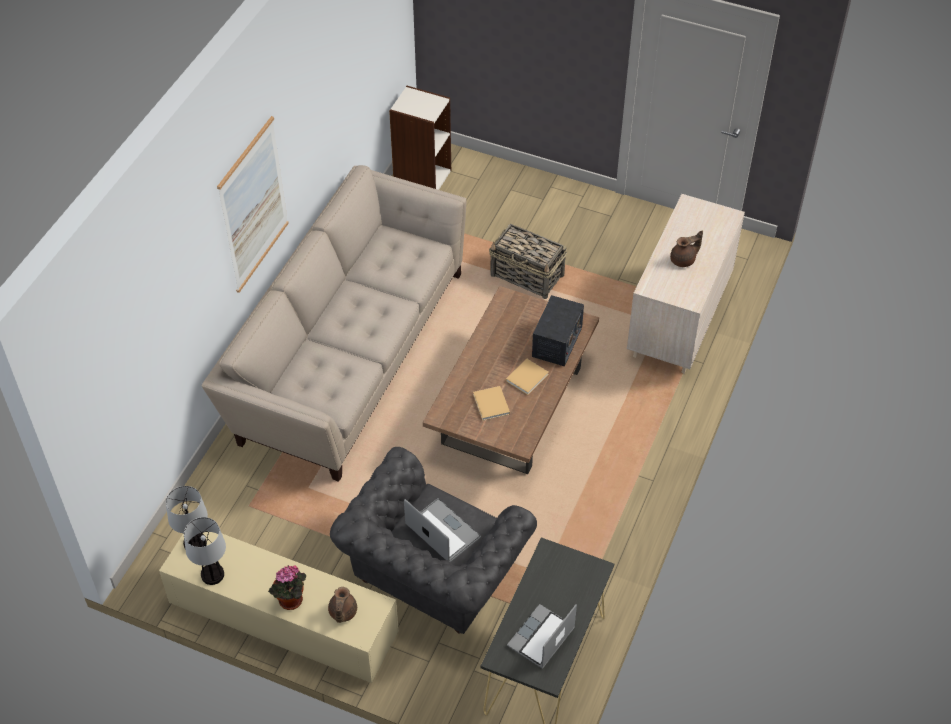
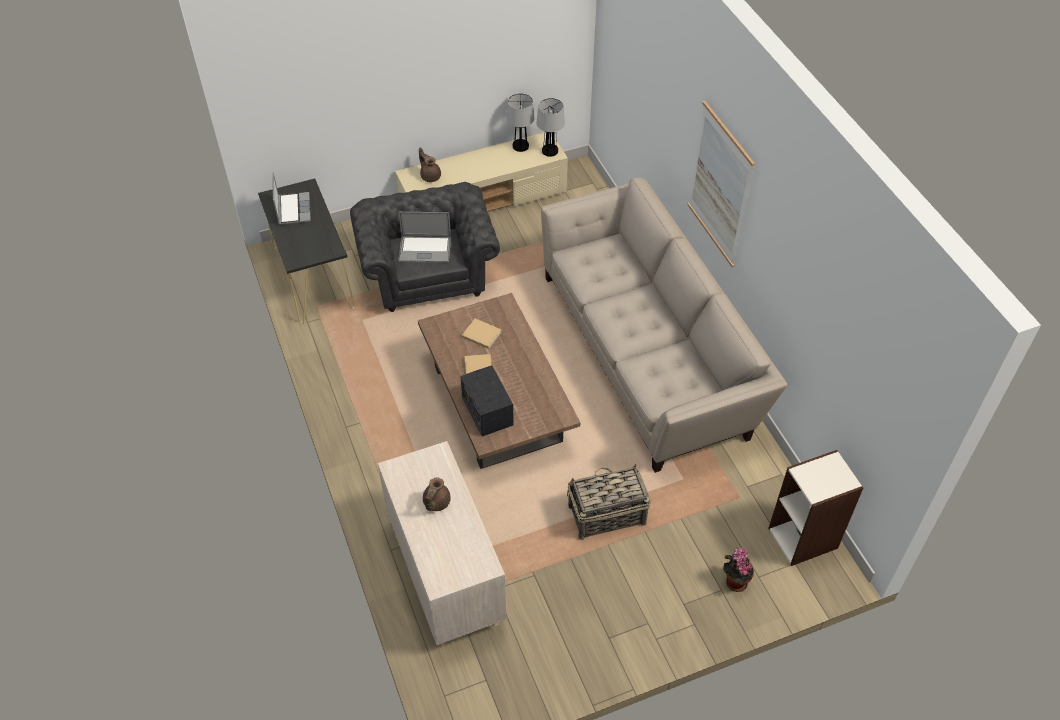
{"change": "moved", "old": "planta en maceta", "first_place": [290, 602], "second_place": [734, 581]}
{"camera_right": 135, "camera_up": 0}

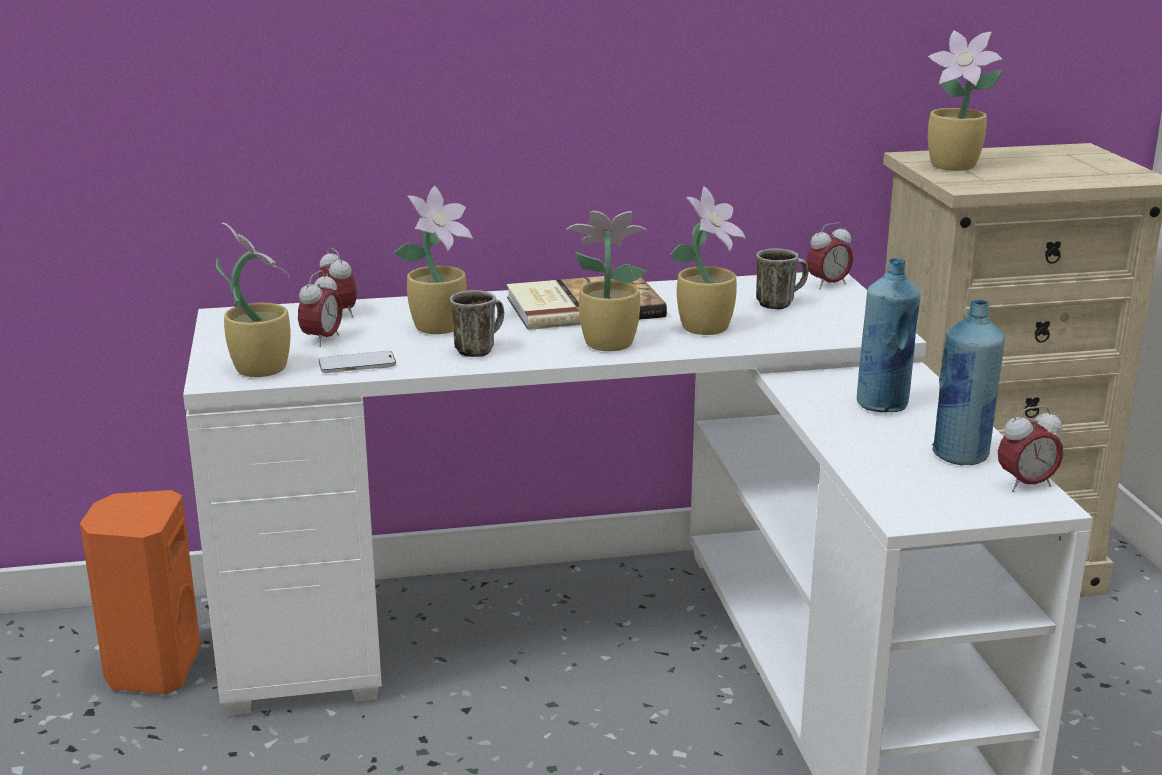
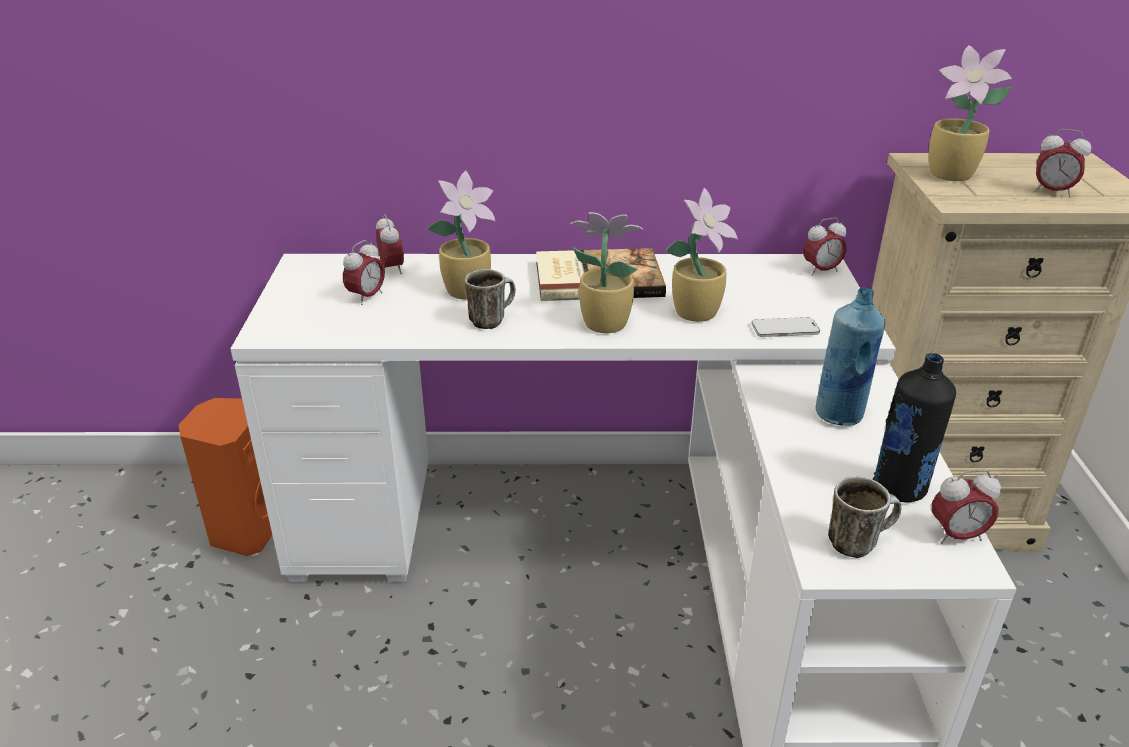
{"change": "removed", "old": "planta en maceta", "first_place": [261, 368]}
{"change": "moved", "old": "taza grande", "first_place": [779, 303], "second_place": [857, 542]}
{"change": "recoloured", "old": "botella [azul]", "new": "botella [negro]", "first_place": [960, 456], "second_place": [899, 488]}
{"change": "moved", "old": "móvil", "first_place": [357, 365], "second_place": [785, 329]}
{"change": "added", "new": "despertador", "second_place": [1052, 192]}
{"camera_right": 10, "camera_up": 10}

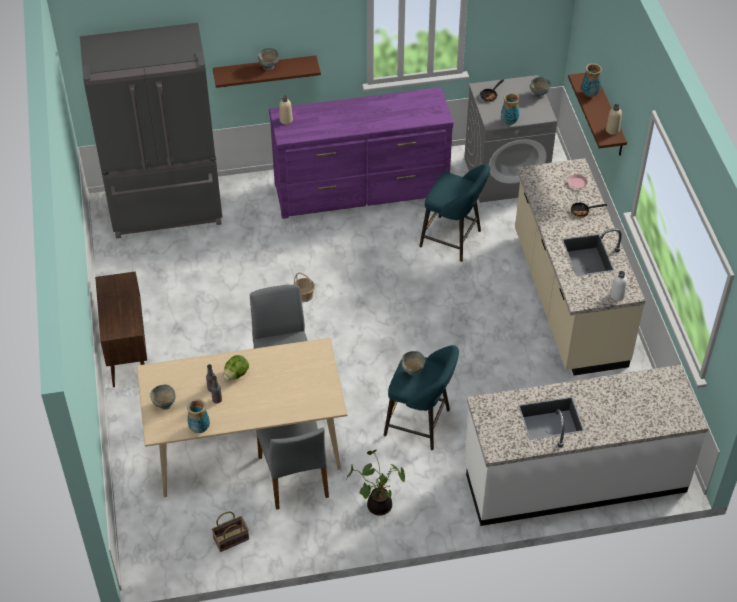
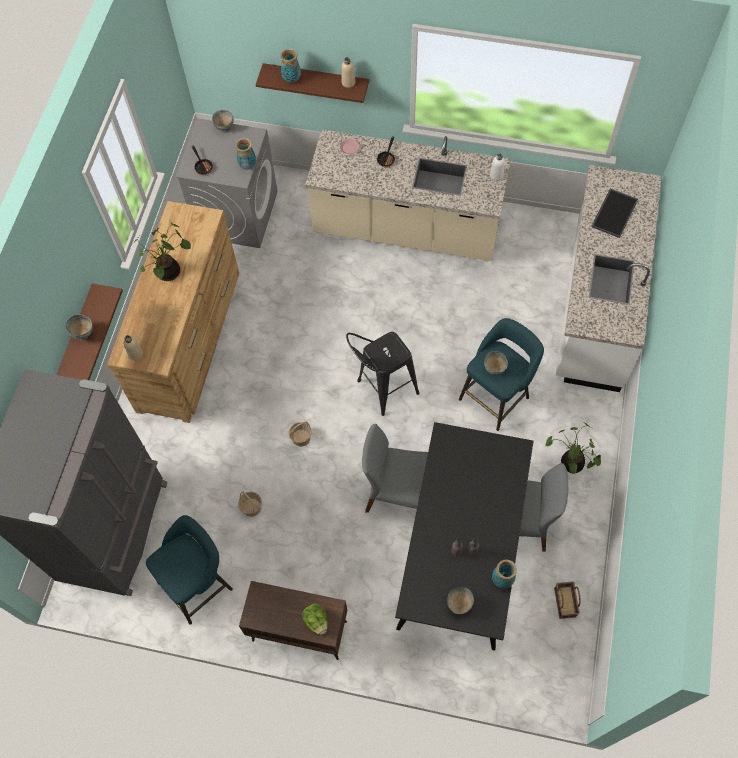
{"change": "recoloured", "old": "cómoda [morado]", "new": "cómoda [marrón]", "first_place": [361, 190], "second_place": [190, 338]}
{"change": "moved", "old": "taburete [turquesa]", "first_place": [453, 240], "second_place": [199, 583]}
{"change": "recoloured", "old": "mesa de comedor [beis]", "new": "mesa de comedor [negro]", "first_place": [246, 444], "second_place": [461, 553]}
{"change": "moved", "old": "lechuga", "first_place": [236, 374], "second_place": [316, 621]}
{"change": "added", "new": "bandeja", "second_place": [614, 212]}
{"change": "added", "new": "planta en maceta", "second_place": [169, 274]}
{"change": "added", "new": "taburete [negro]", "second_place": [382, 390]}
{"change": "added", "new": "cesta", "second_place": [251, 507]}
{"camera_right": -65, "camera_up": 15}

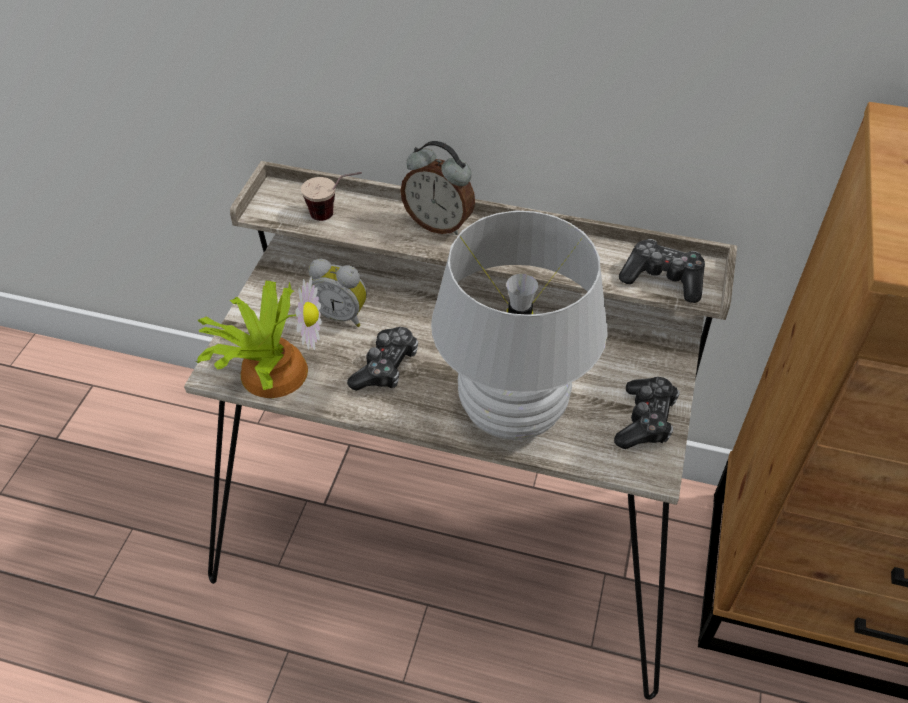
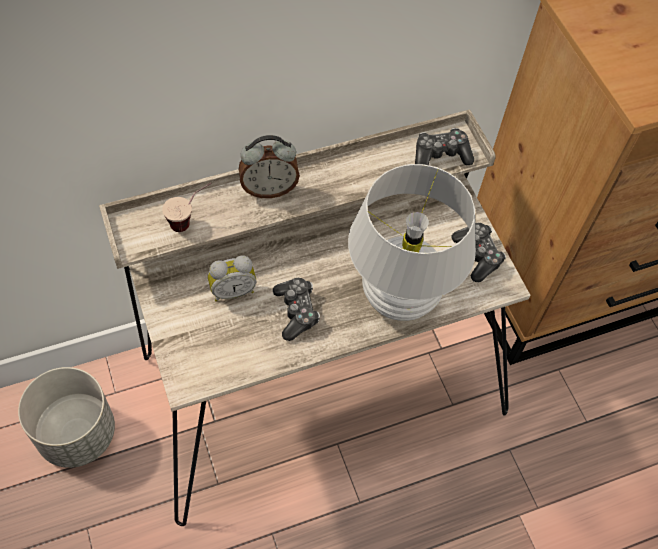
{"change": "removed", "old": "planta en maceta", "first_place": [271, 369]}
{"change": "added", "new": "maceta [gris]", "second_place": [77, 433]}
{"camera_right": -40, "camera_up": 10}

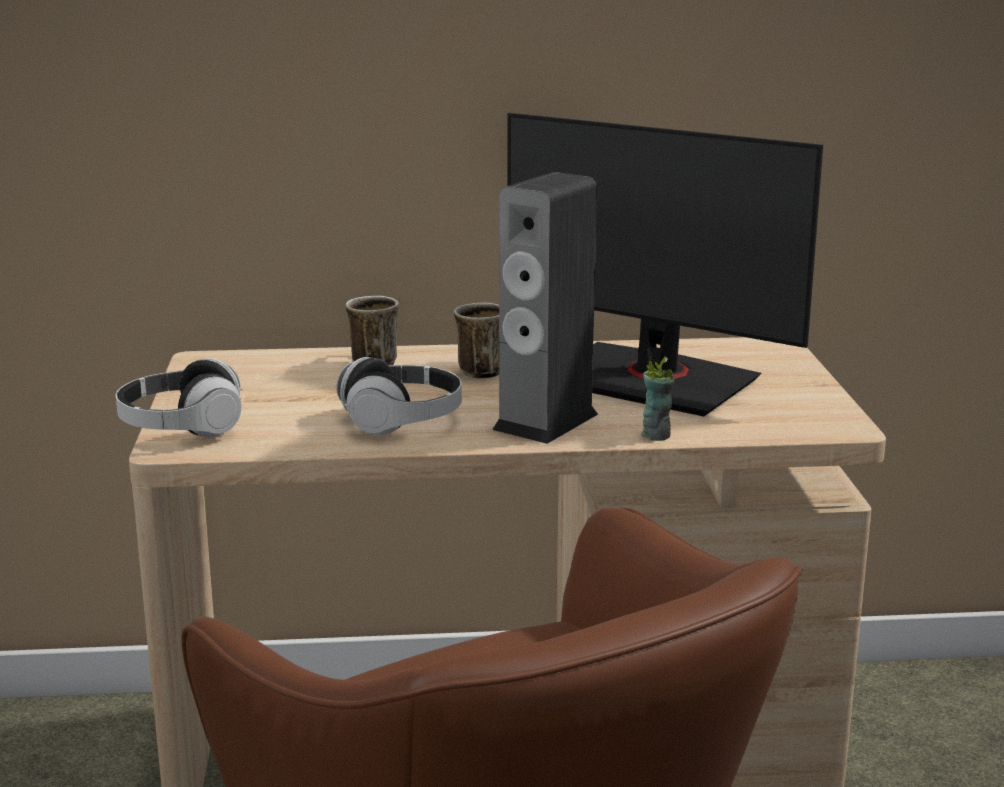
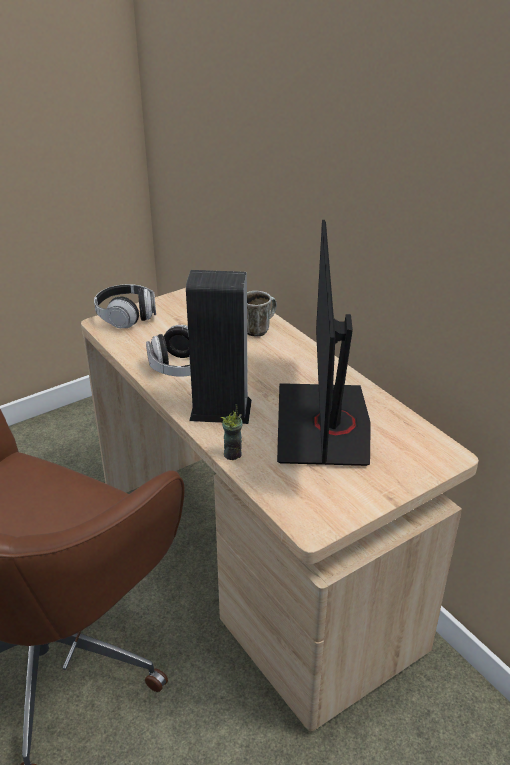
{"change": "removed", "old": "taza grande", "first_place": [478, 370]}
{"camera_right": 60, "camera_up": 15}

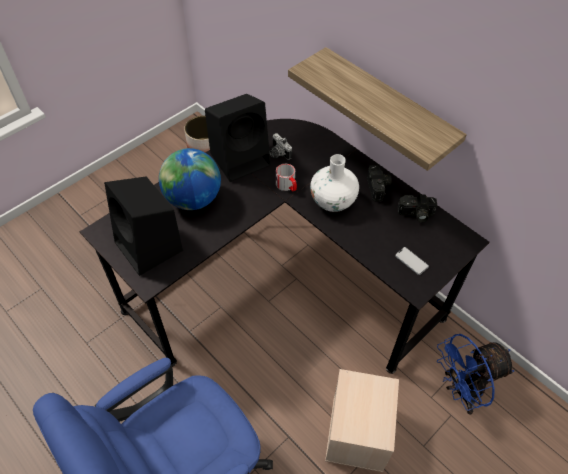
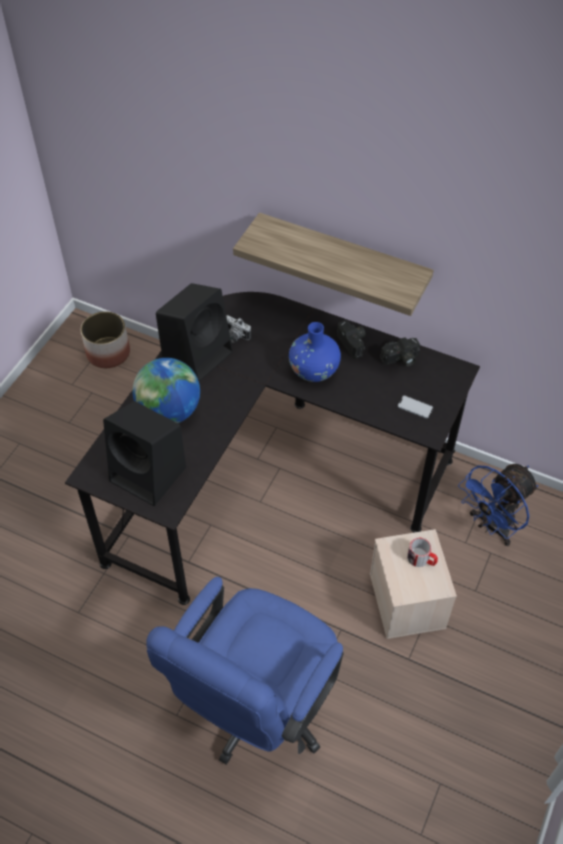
{"change": "recoloured", "old": "florero [blanco]", "new": "florero [azul]", "first_place": [333, 201], "second_place": [314, 370]}
{"change": "moved", "old": "taza grande", "first_place": [287, 186], "second_place": [421, 559]}
{"camera_right": -20, "camera_up": 0}

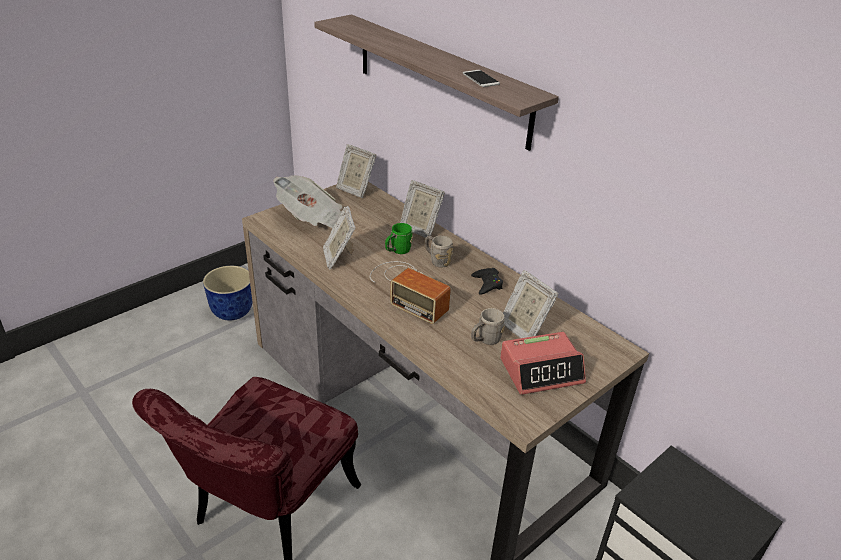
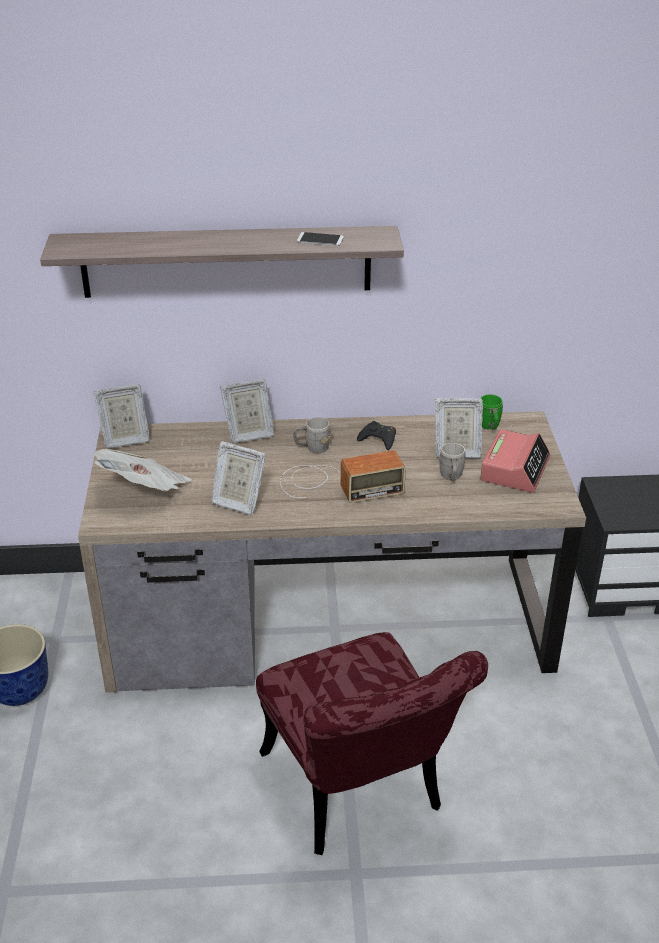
{"change": "moved", "old": "taza grande [verde]", "first_place": [397, 251], "second_place": [490, 427]}
{"camera_right": -50, "camera_up": 0}

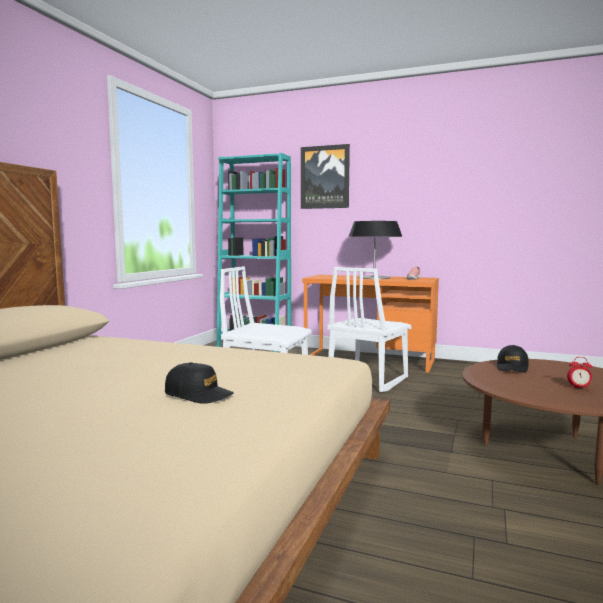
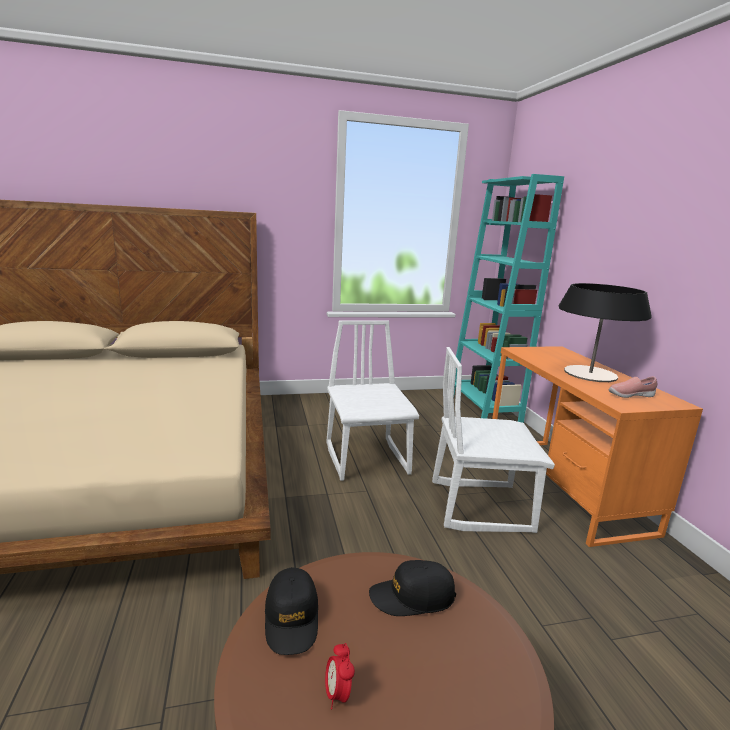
{"change": "removed", "old": "cuadro", "first_place": [325, 177]}
{"change": "moved", "old": "gorra [negro]", "first_place": [198, 394], "second_place": [292, 618]}
{"camera_right": 55, "camera_up": 10}

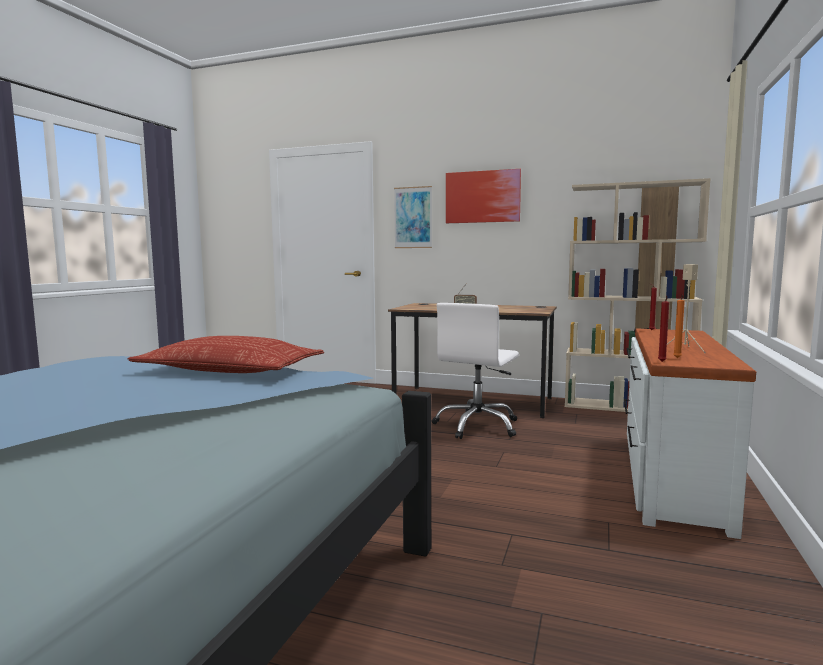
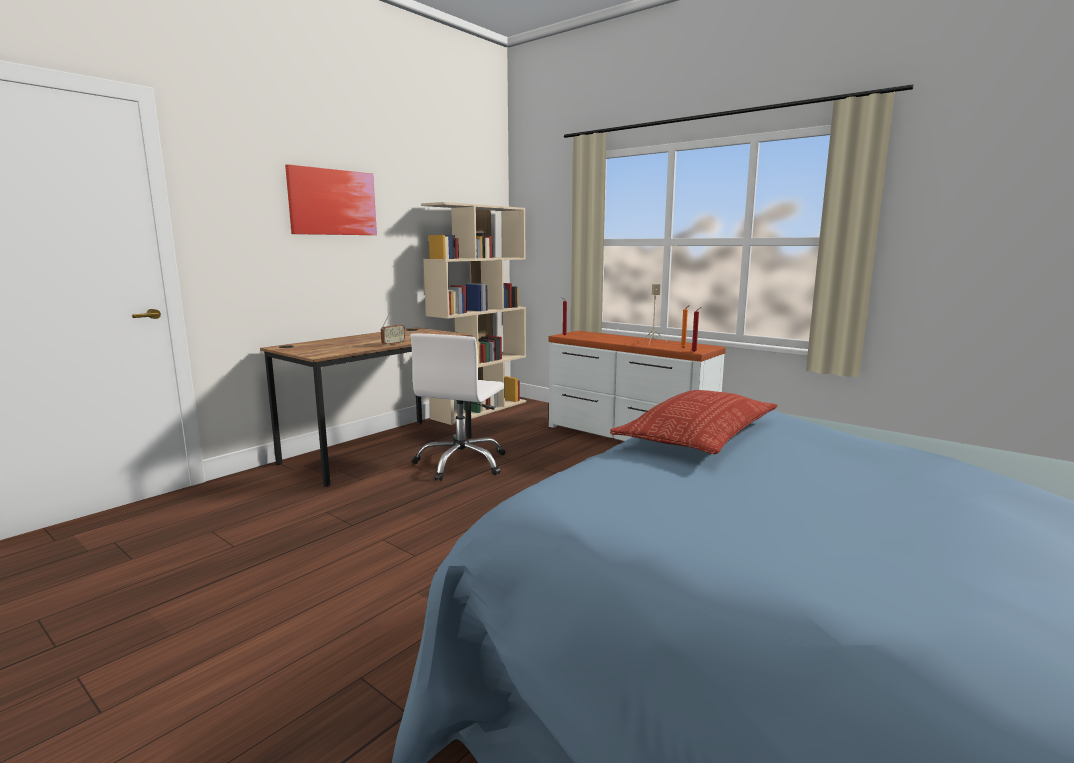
{"change": "removed", "old": "cuadro", "first_place": [413, 217]}
{"change": "turned", "old": "silla de oficina [blanco]", "first_place": [477, 426], "second_place": [462, 463], "degrees": 60}
{"camera_right": -70, "camera_up": 5}

